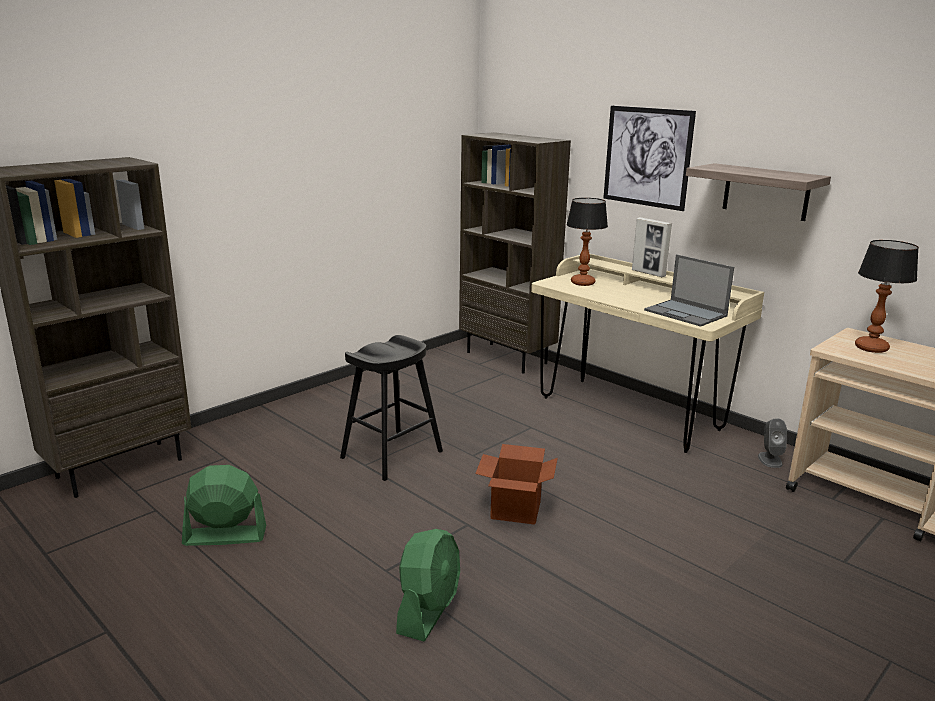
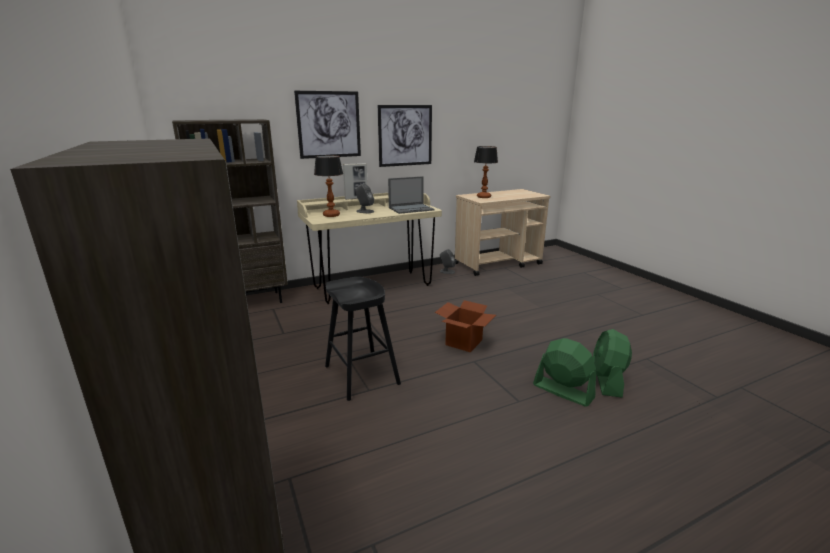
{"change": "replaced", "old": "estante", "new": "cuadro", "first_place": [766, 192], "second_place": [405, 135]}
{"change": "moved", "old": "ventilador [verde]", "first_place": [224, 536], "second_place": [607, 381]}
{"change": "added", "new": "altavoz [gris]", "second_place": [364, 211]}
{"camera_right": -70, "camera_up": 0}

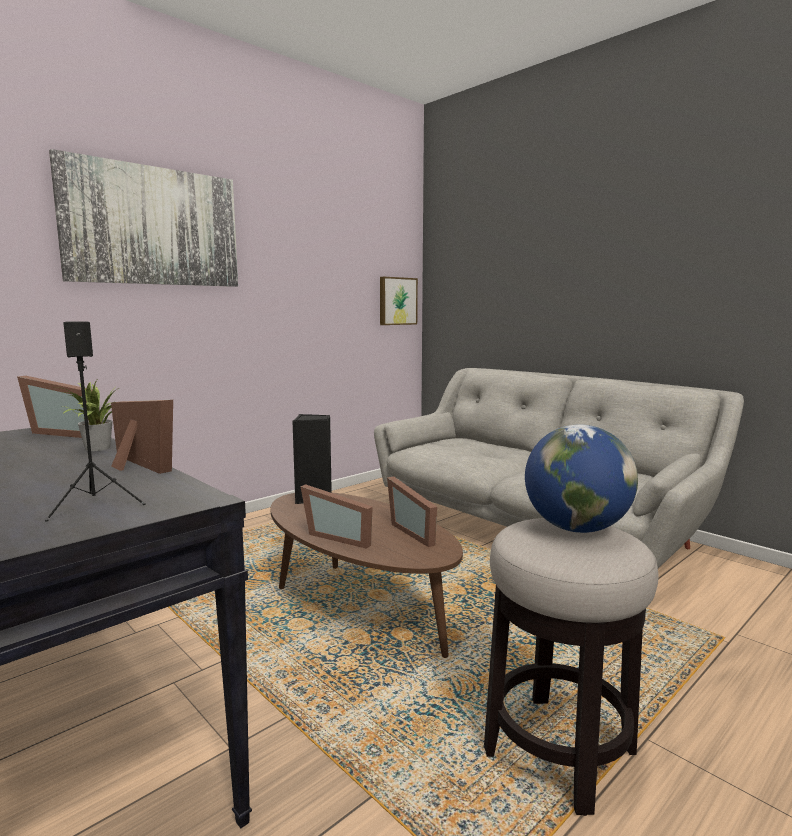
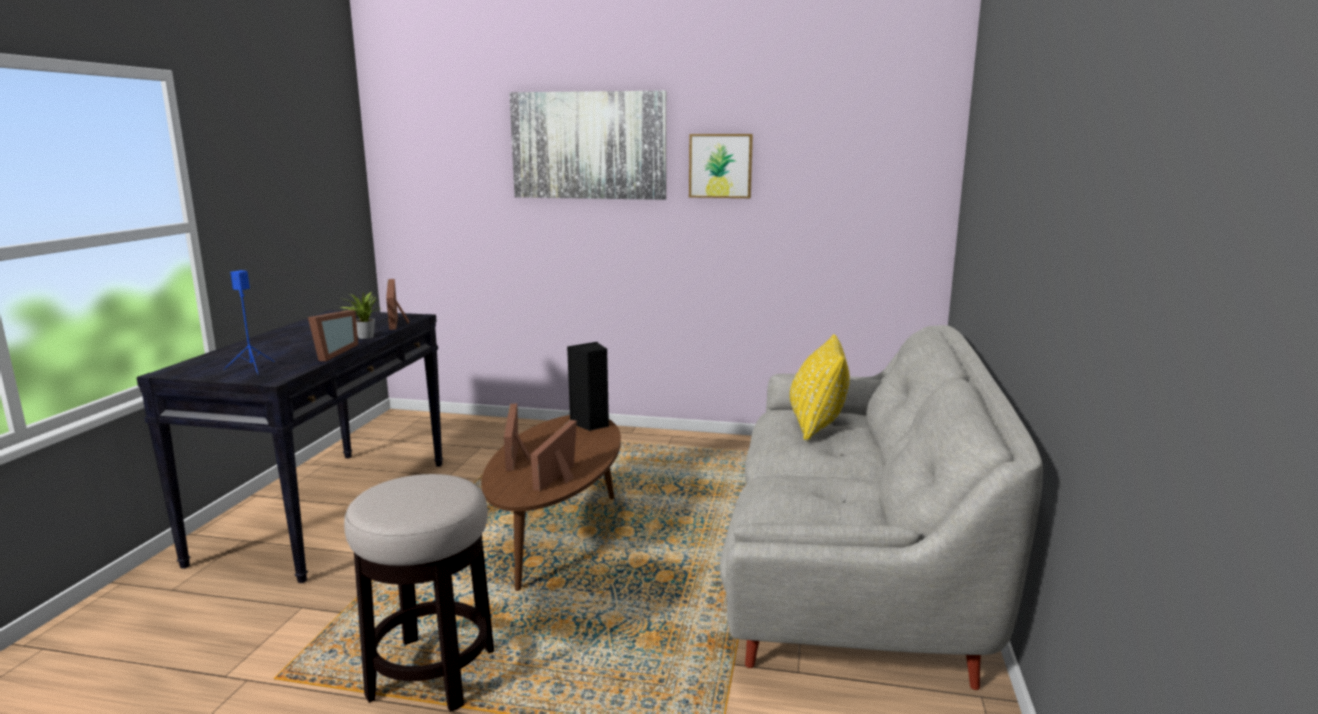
{"change": "moved", "old": "cuadro", "first_place": [397, 301], "second_place": [720, 166]}
{"change": "recoloured", "old": "altavoz [negro]", "new": "altavoz [azul]", "first_place": [96, 505], "second_place": [252, 368]}
{"change": "removed", "old": "globo terráqueo", "first_place": [576, 528]}
{"change": "added", "new": "cojín [amarillo]", "second_place": [816, 425]}
{"camera_right": 55, "camera_up": 5}

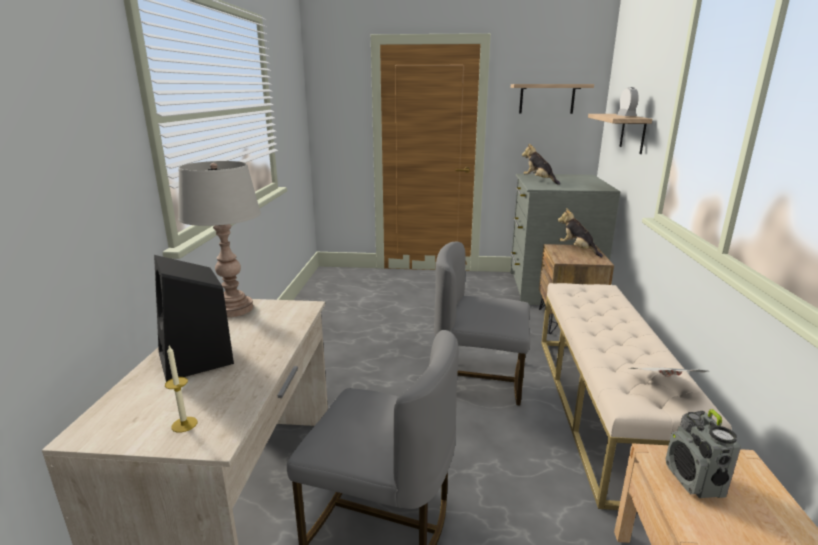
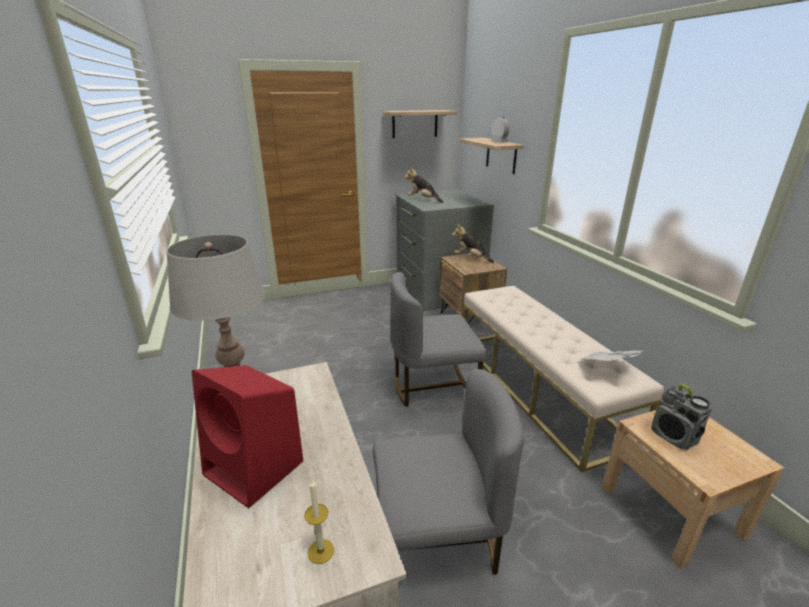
{"change": "recoloured", "old": "altavoz [negro]", "new": "altavoz [rojo]", "first_place": [196, 359], "second_place": [256, 468]}
{"camera_right": -25, "camera_up": 5}

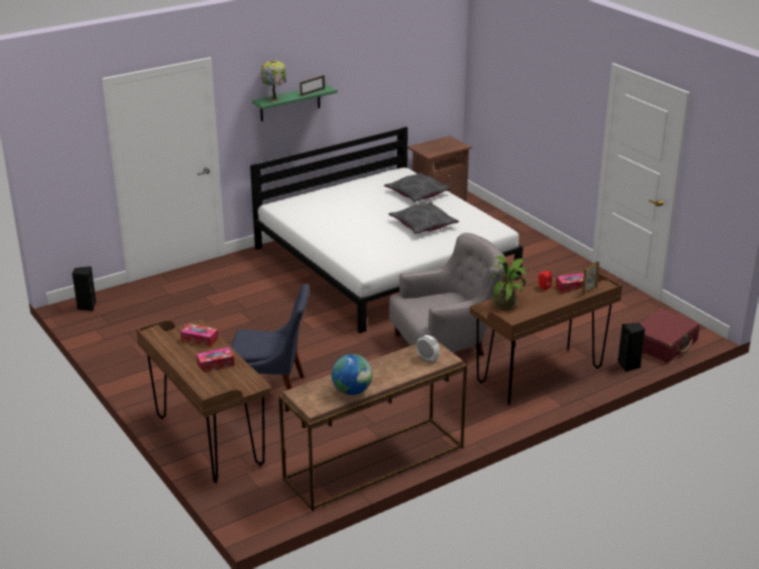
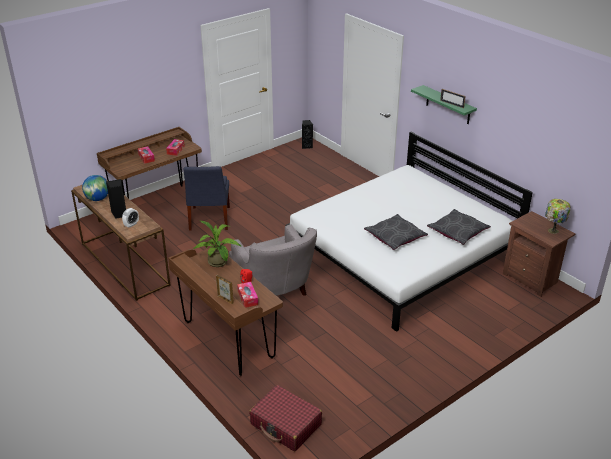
{"change": "moved", "old": "lámpara de mesa", "first_place": [274, 99], "second_place": [553, 231]}
{"change": "moved", "old": "altavoz [negro]", "first_place": [629, 366], "second_place": [119, 214]}
{"camera_right": 85, "camera_up": 5}

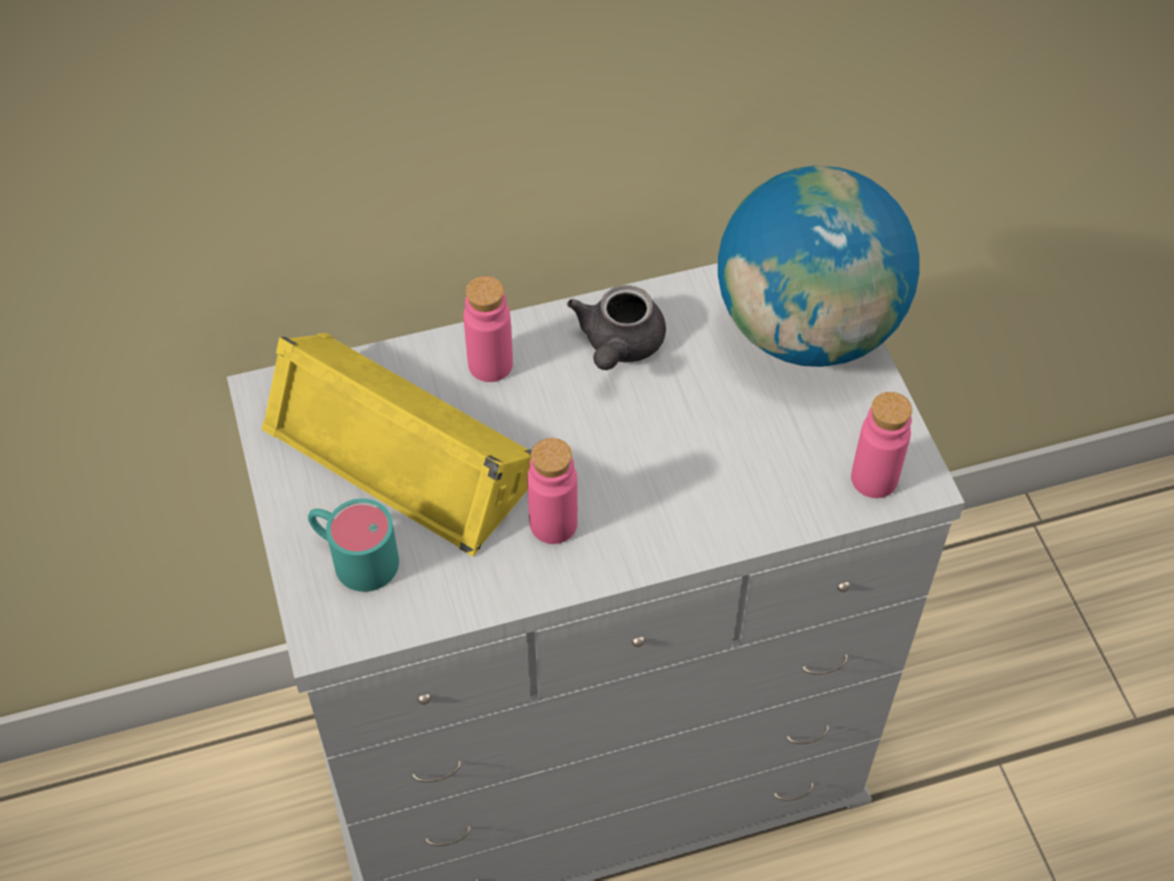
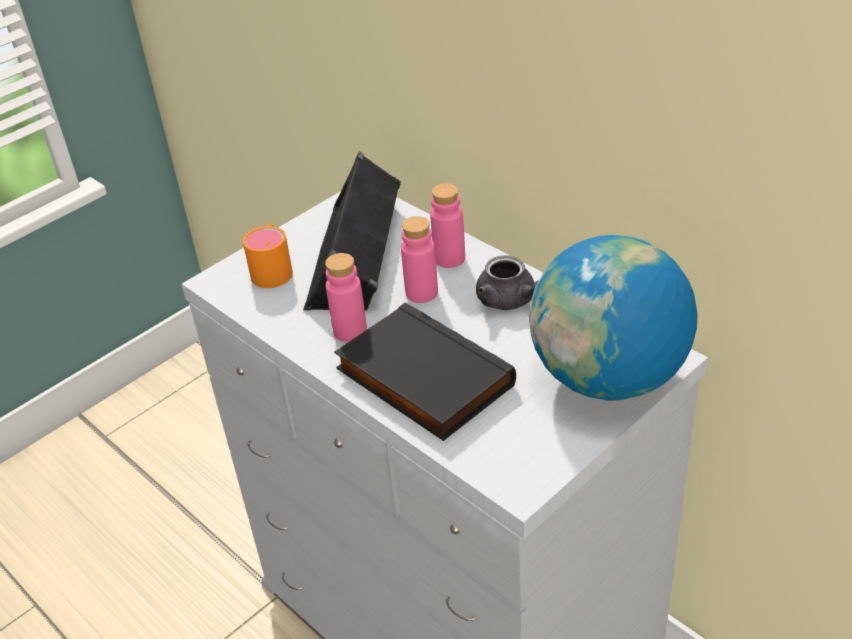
{"change": "turned", "old": "tetera [gris]", "first_place": [619, 346], "second_place": [511, 301], "degrees": -120}
{"change": "recoloured", "old": "altavoz [amarillo]", "new": "altavoz [negro]", "first_place": [402, 450], "second_place": [359, 254]}
{"change": "moved", "old": "botella [rosa]", "first_place": [874, 479], "second_place": [421, 293]}
{"change": "recoloured", "old": "taza grande [turquesa]", "new": "taza grande [naranja]", "first_place": [353, 556], "second_place": [273, 268]}
{"change": "added", "new": "libro [negro]", "second_place": [421, 378]}
{"camera_right": 65, "camera_up": -15}

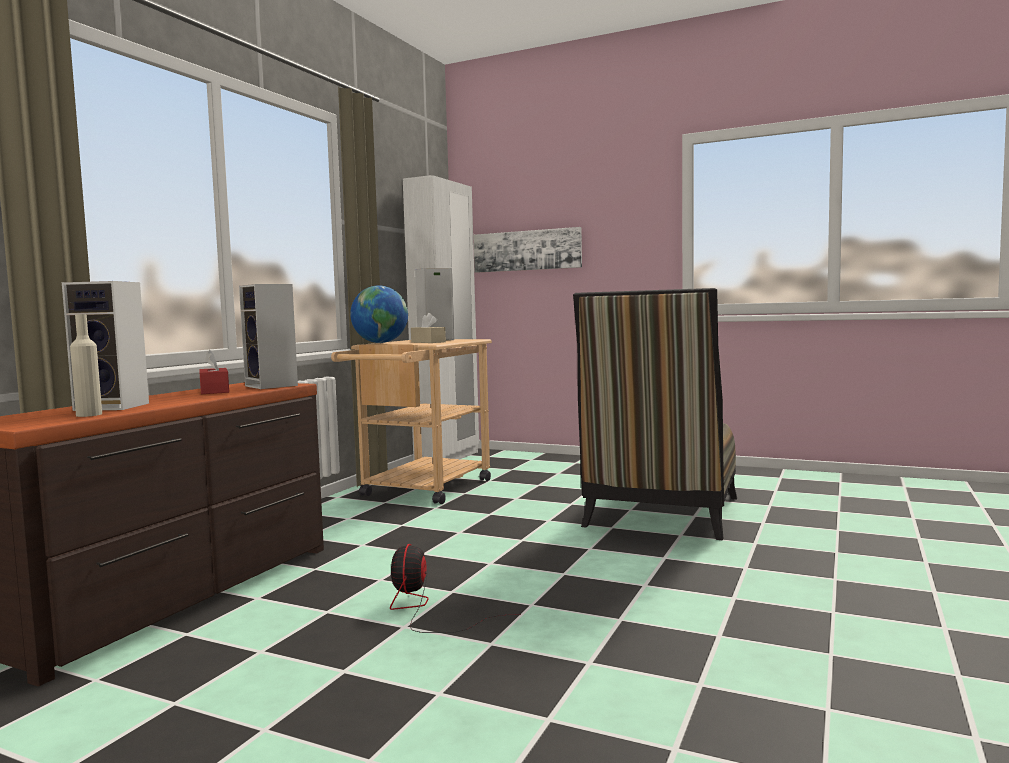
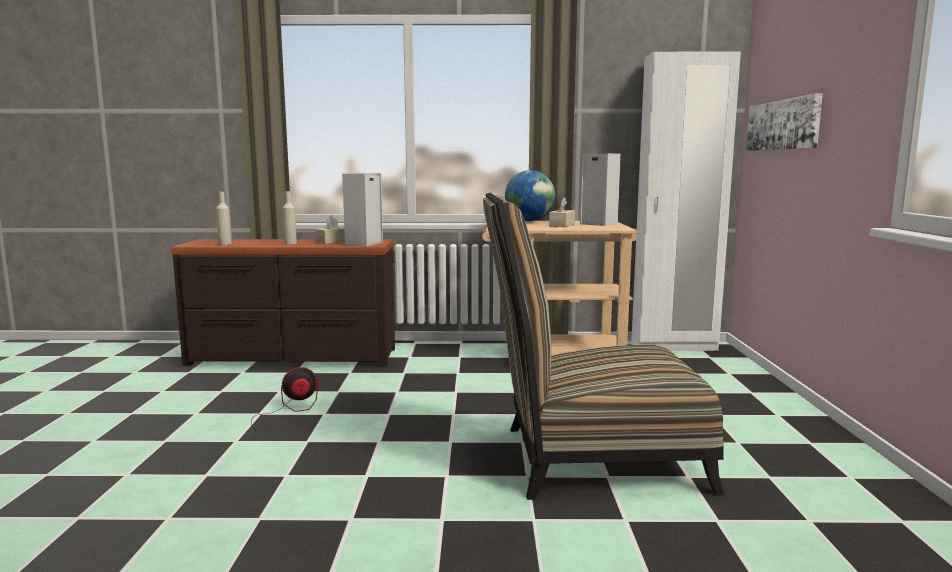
{"change": "removed", "old": "altavoz", "first_place": [115, 406]}
{"change": "recoloured", "old": "caja de pañuelos [rojo]", "new": "caja de pañuelos [beis]", "first_place": [214, 391], "second_place": [333, 242]}
{"change": "added", "new": "botella [beis]", "second_place": [290, 243]}
{"camera_right": 65, "camera_up": 5}

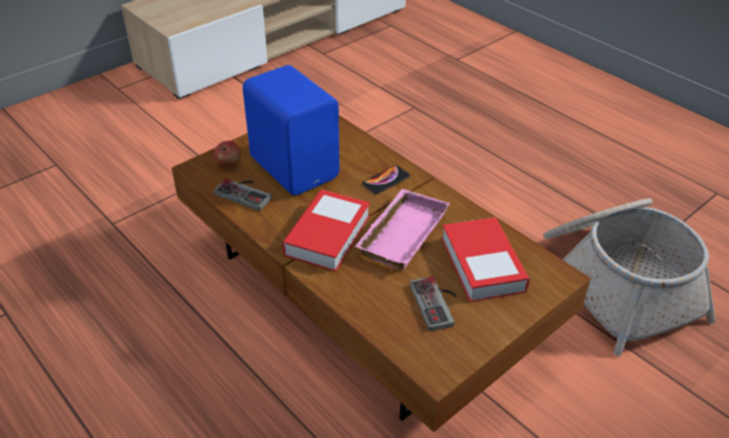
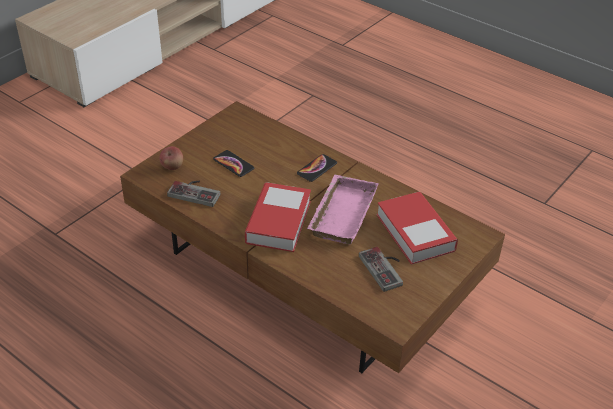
{"change": "replaced", "old": "altavoz [azul]", "new": "móvil", "first_place": [295, 167], "second_place": [233, 164]}
{"change": "removed", "old": "cesta", "first_place": [616, 283]}
{"camera_right": -10, "camera_up": 0}

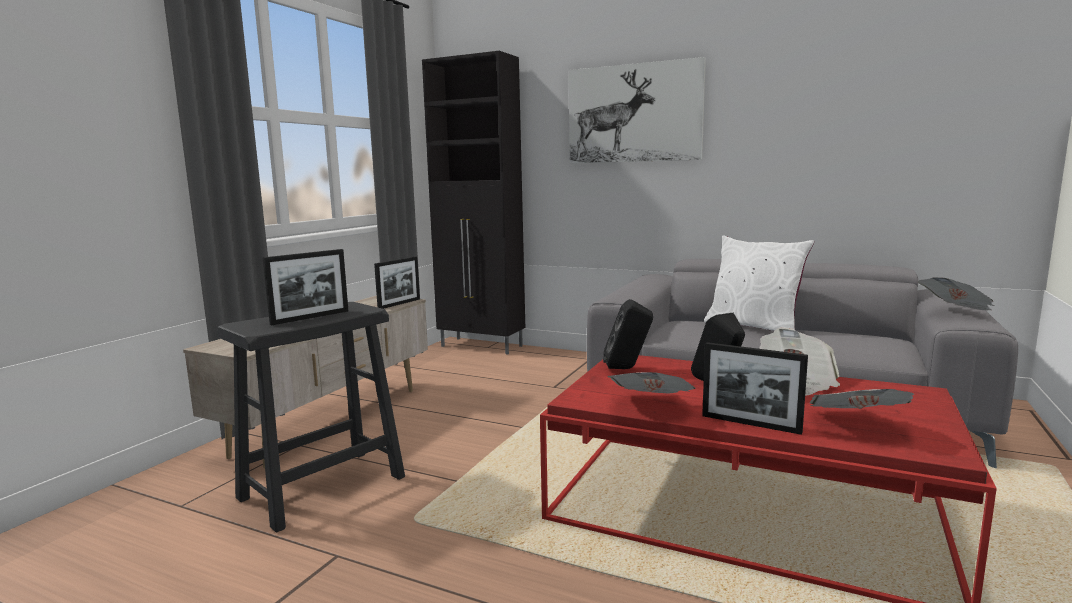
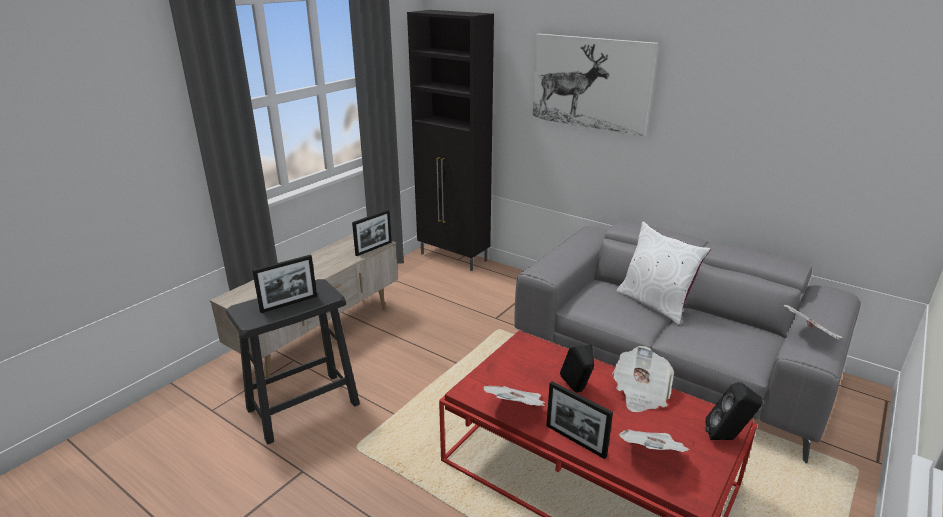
{"change": "moved", "old": "altavoz [negro]", "first_place": [627, 368], "second_place": [727, 438]}
{"camera_right": 10, "camera_up": 15}

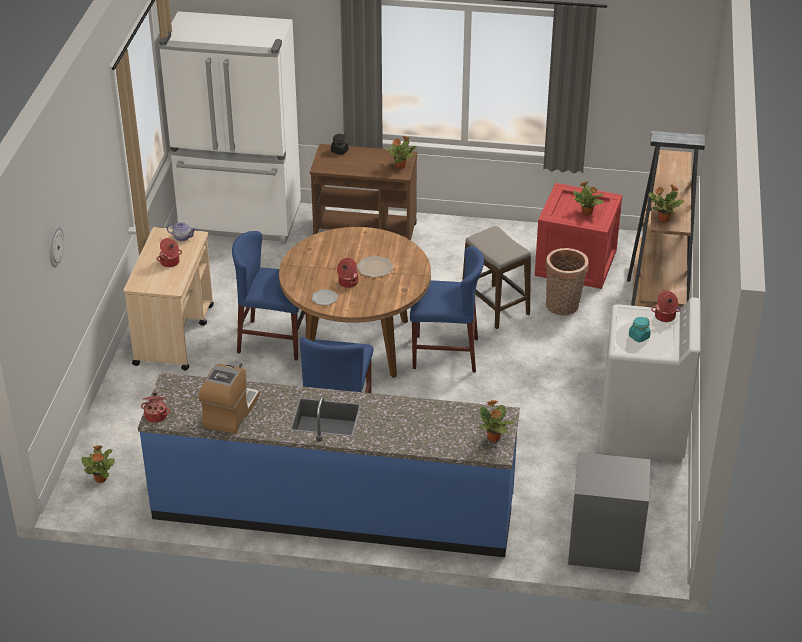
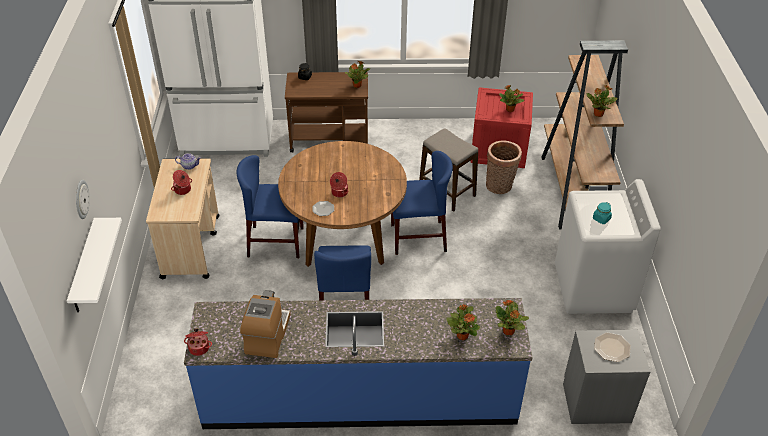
{"change": "moved", "old": "plato", "first_place": [374, 267], "second_place": [611, 347]}
{"change": "removed", "old": "olla", "first_place": [665, 317]}
{"change": "moved", "old": "planta en maceta", "first_place": [101, 478], "second_place": [462, 335]}
{"change": "added", "new": "estante [blanco]", "second_place": [84, 267]}
{"camera_right": -10, "camera_up": 5}

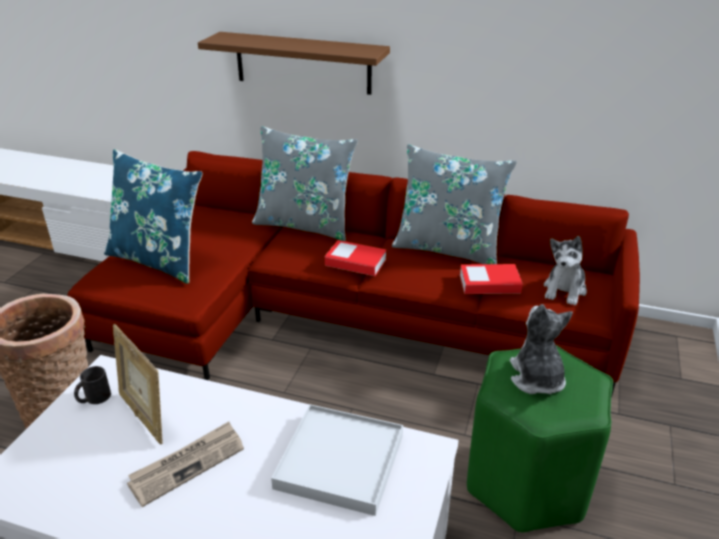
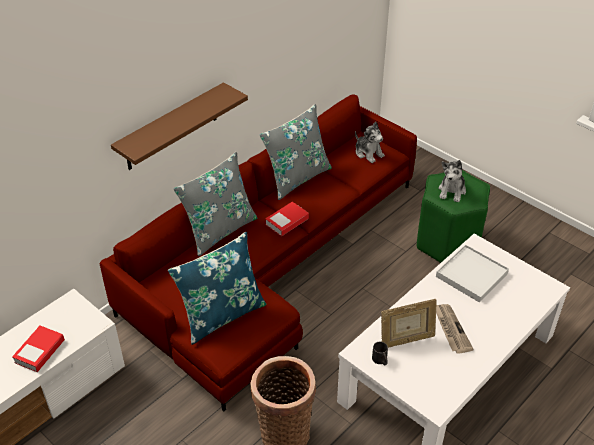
{"change": "moved", "old": "libro", "first_place": [489, 284], "second_place": [40, 351]}
{"change": "turned", "old": "peluche", "first_place": [536, 378], "second_place": [452, 191], "degrees": -90}
{"camera_right": -65, "camera_up": 10}

